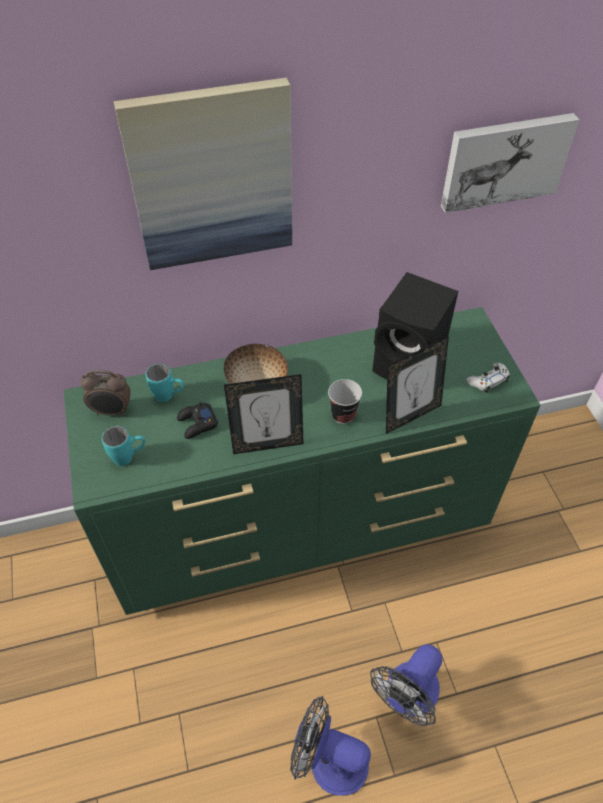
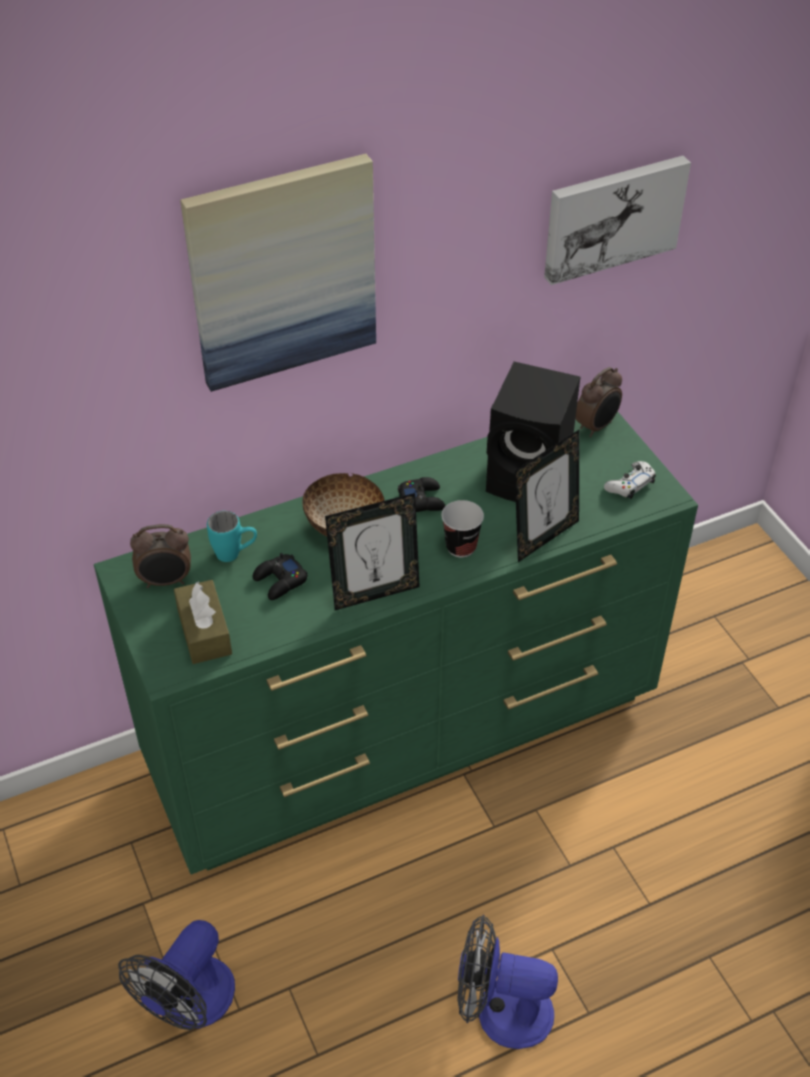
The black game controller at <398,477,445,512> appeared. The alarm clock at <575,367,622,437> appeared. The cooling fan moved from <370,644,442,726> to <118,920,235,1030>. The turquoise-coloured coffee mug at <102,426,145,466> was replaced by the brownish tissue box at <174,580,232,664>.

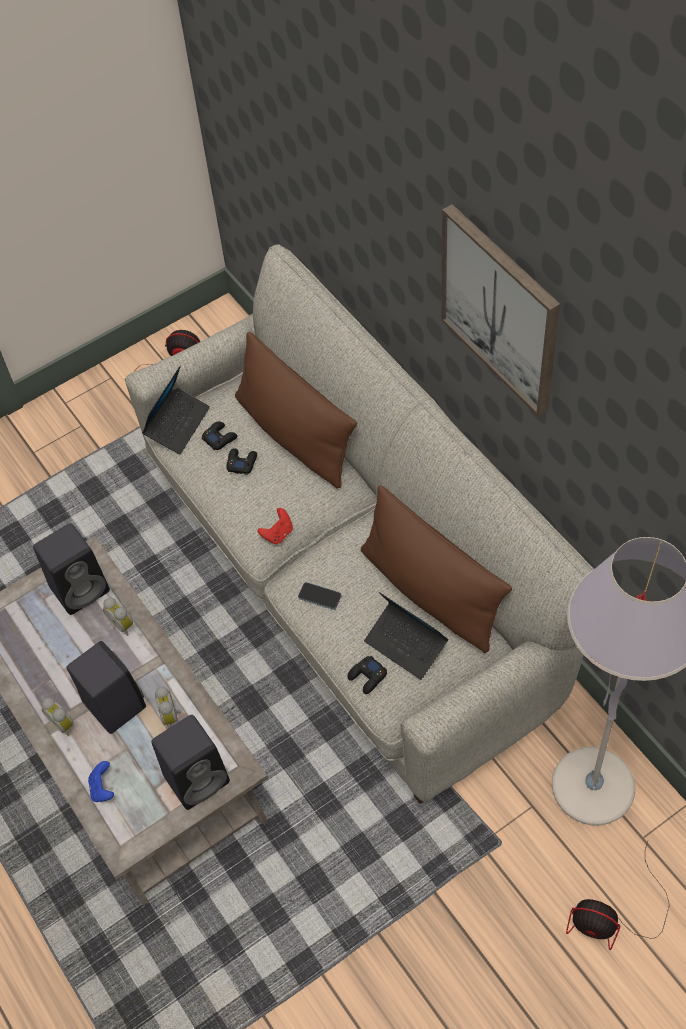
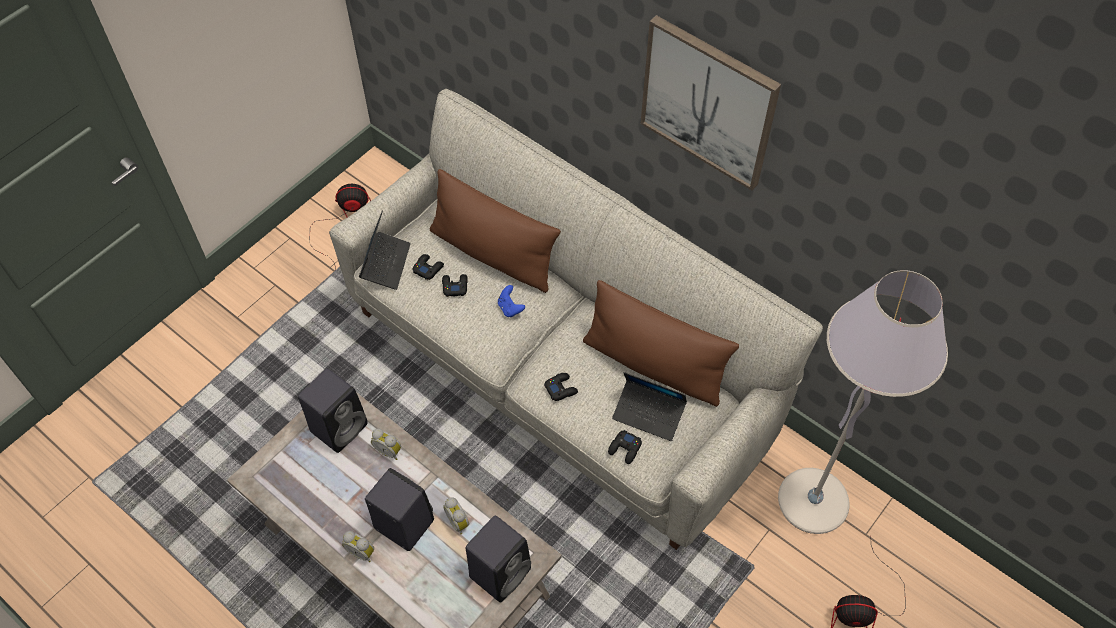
The red game controller at <257,508,293,544> disappeared. The blue-coloured game controller moved from <88,761,114,802> to <498,285,525,317>. The phone at <298,582,342,610> was replaced by the black game controller at <544,373,578,401>.

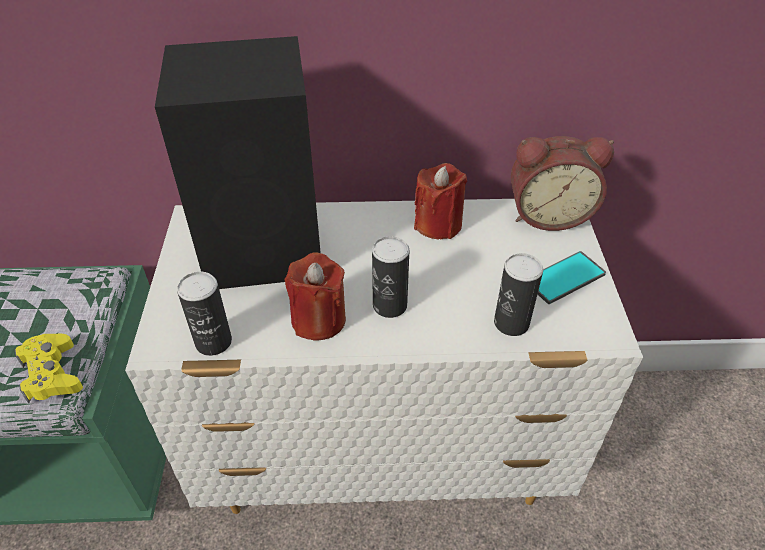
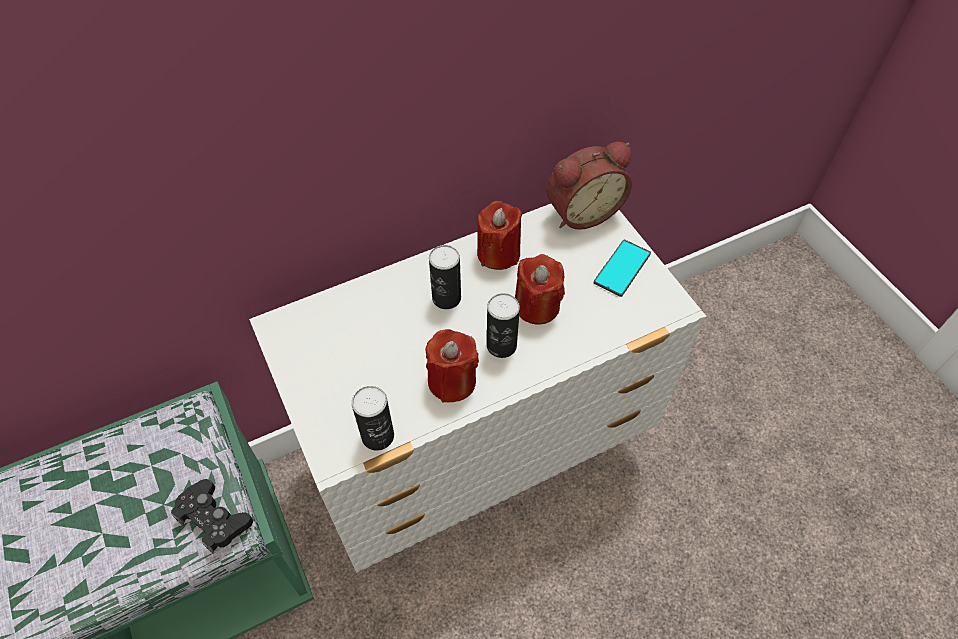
The black speaker at <155,36,321,289> disappeared. The red candle at <515,254,565,325> appeared. The metal can moved from <494,253,543,336> to <429,245,461,309>. The yellow-coloured game controller at <15,333,83,404> became the black game controller at <171,479,253,554>.

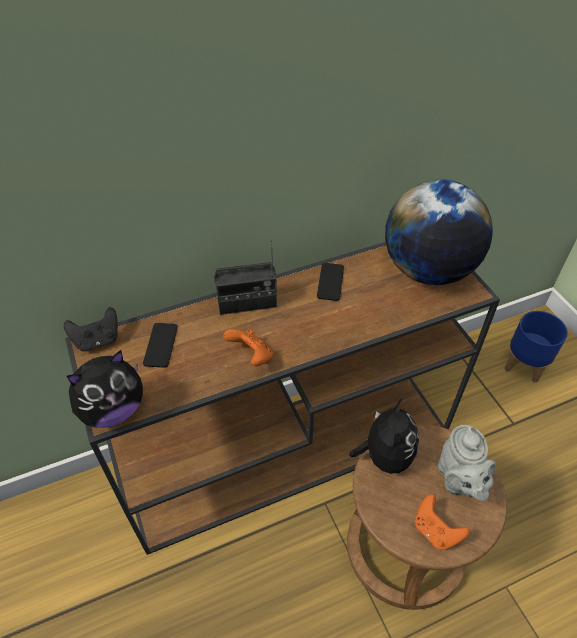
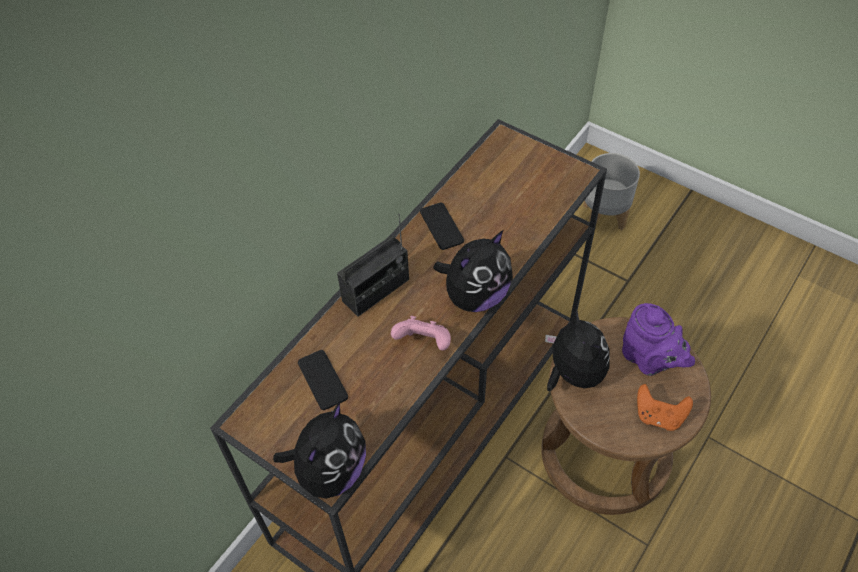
The black game controller at <64,307,118,351> disappeared. The world globe at <385,179,493,285> disappeared. The cuddly toy at <433,231,513,312> appeared. The orangey game controller at <223,329,273,366> became the pink game controller at <391,316,451,350>. The greyish teapot at <438,425,496,502> became the purple-coloured teapot at <622,303,695,376>. The blue-coloured flower pot at <504,311,568,383> became the greyish flower pot at <583,153,640,230>.

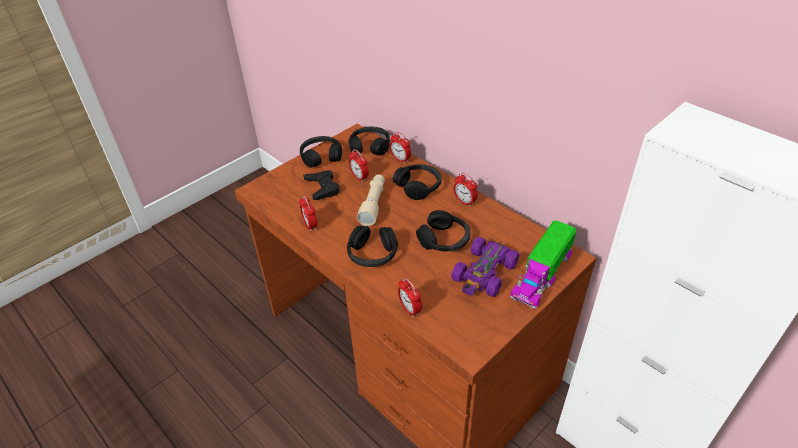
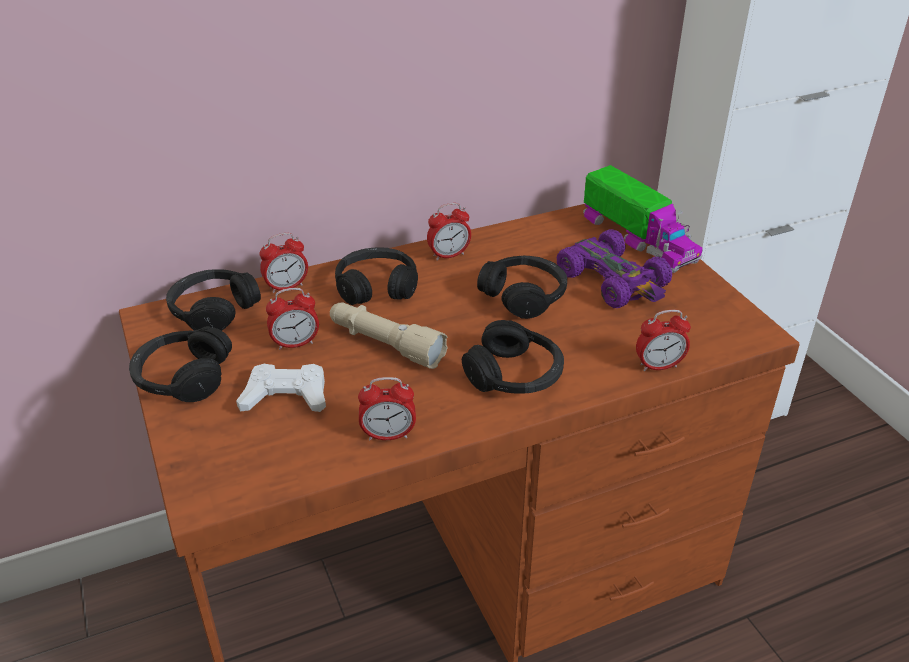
The black game controller at <303,170,340,200> became the whitish game controller at <236,364,326,412>.

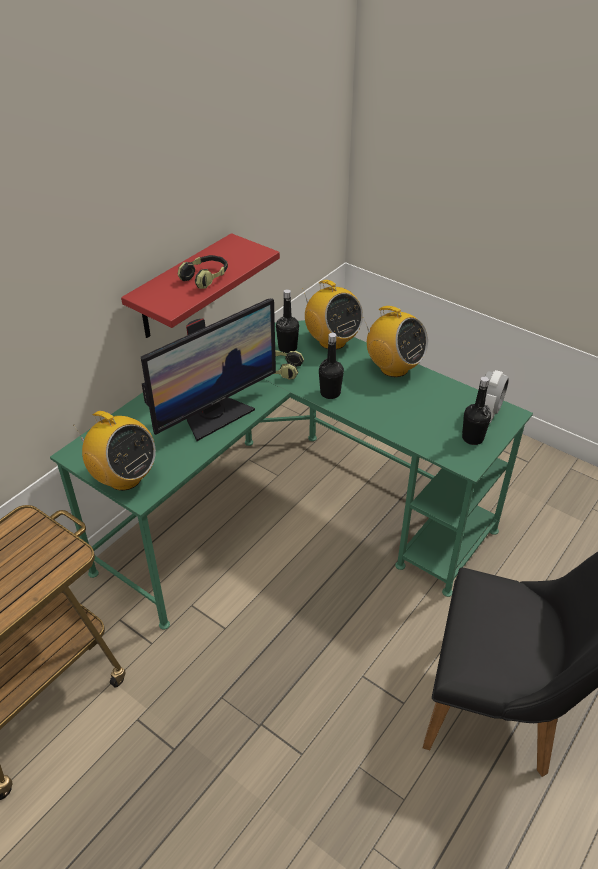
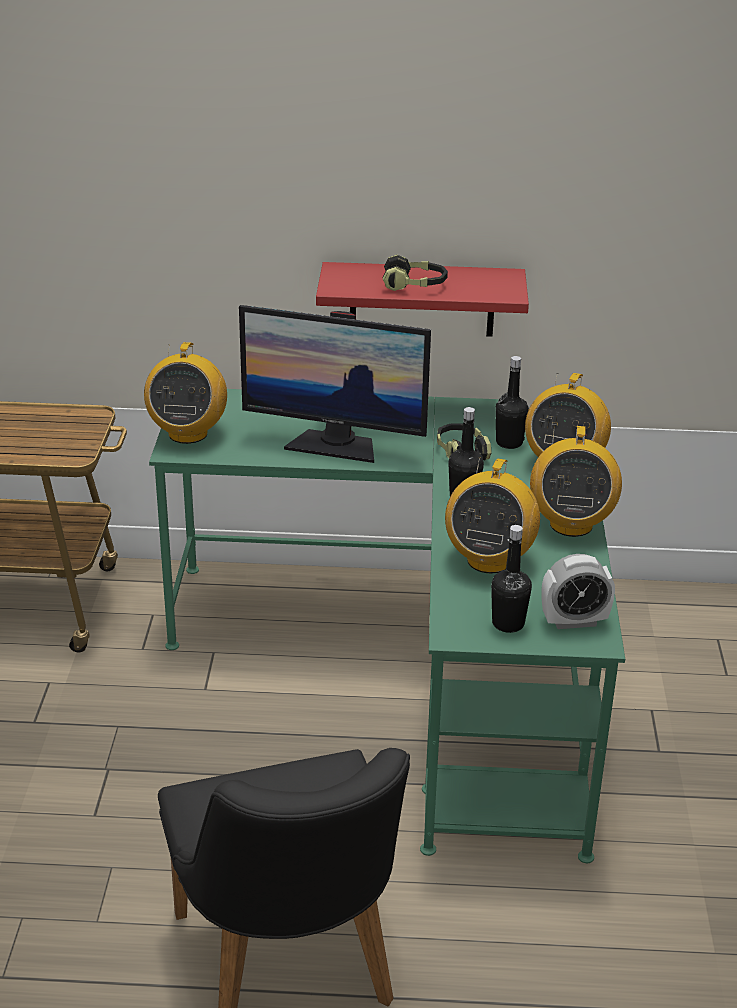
The radio set at <445,457,540,573> appeared.

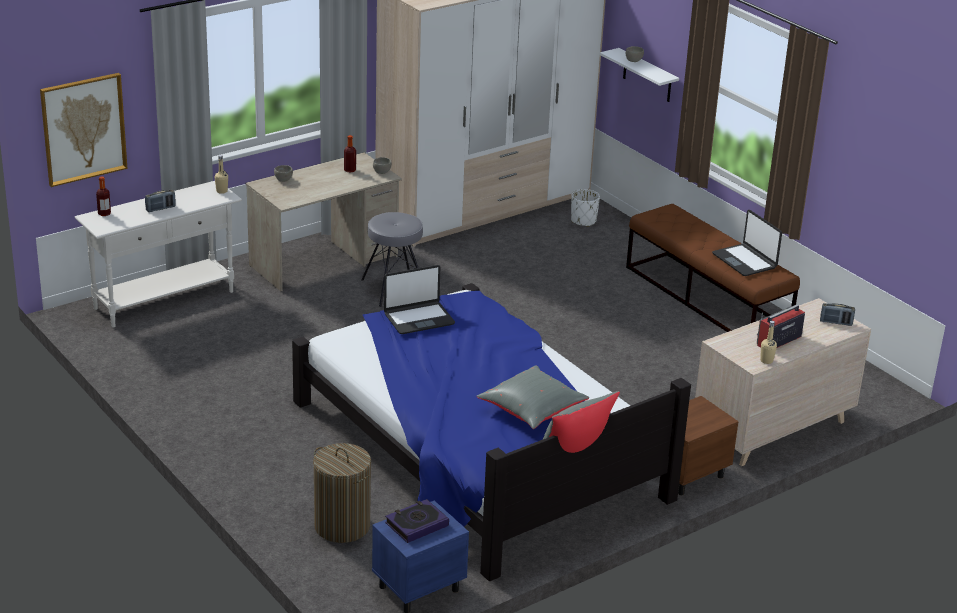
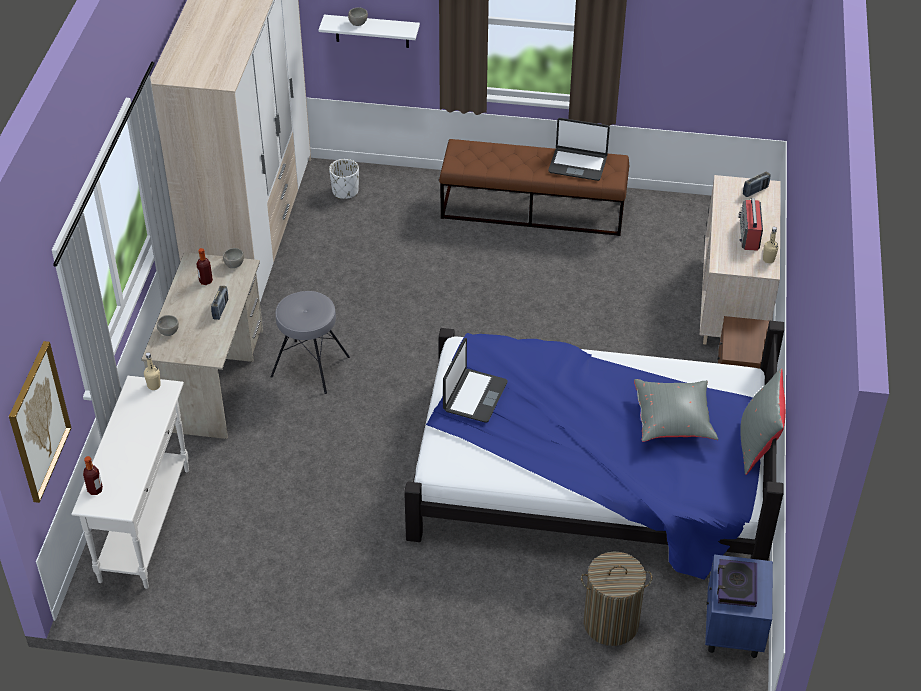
The radio set moved from <145,190,175,212> to <211,286,228,320>.

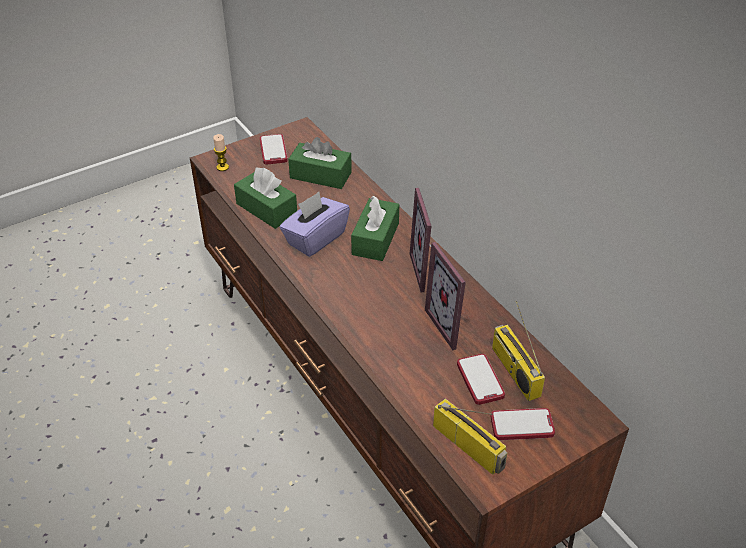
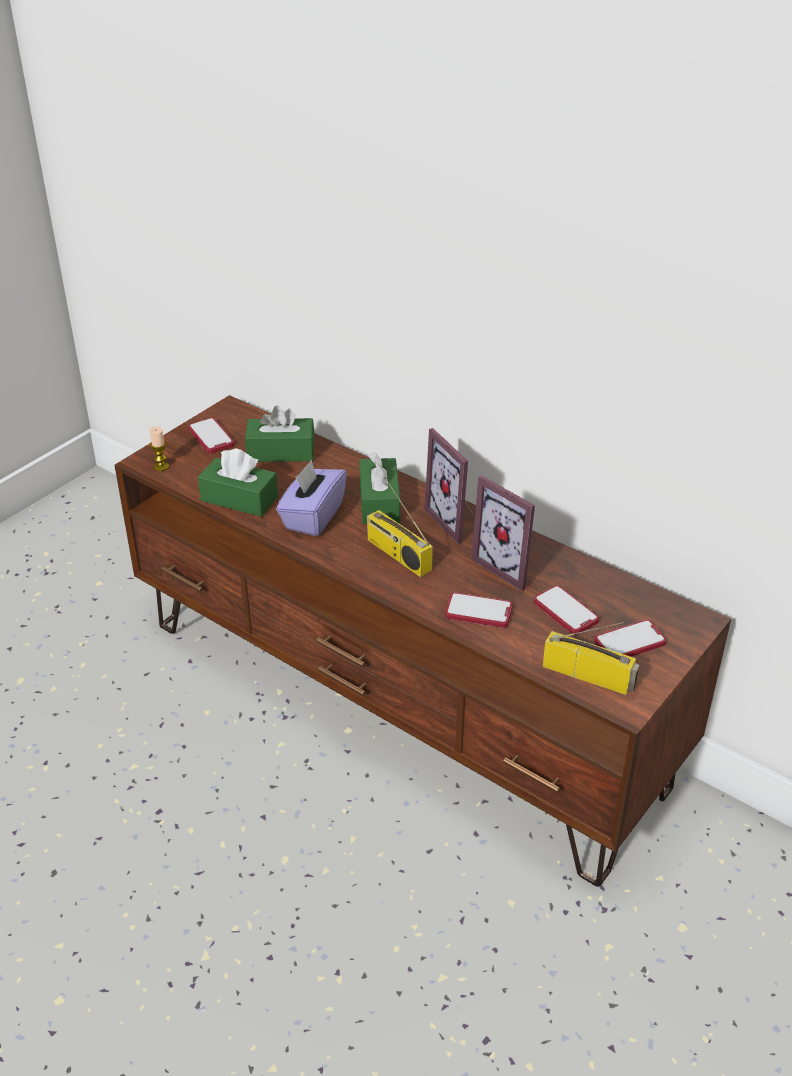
The phone at <445,593,512,628> appeared. The radio set moved from <492,301,545,401> to <367,477,433,577>.

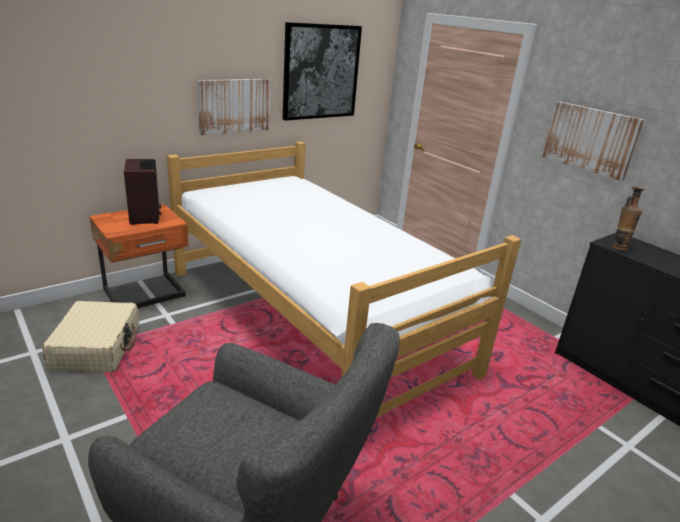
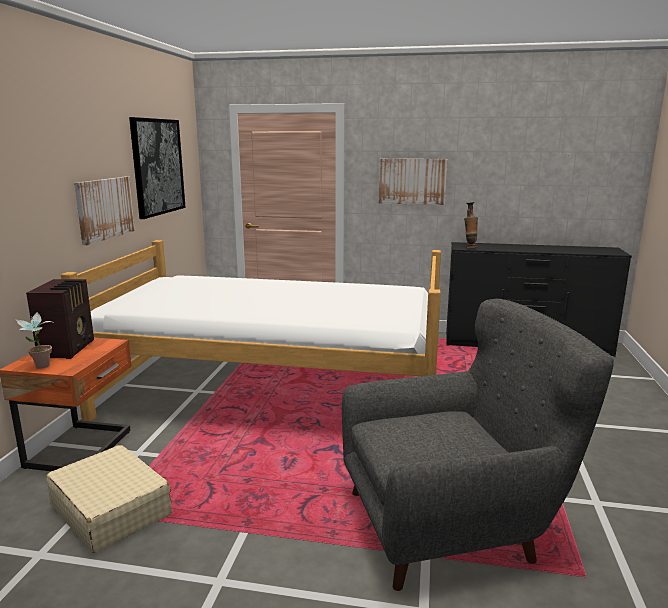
The houseplant at <15,312,54,369> appeared. The radio set at <124,159,161,225> turned 60 degrees clockwise.

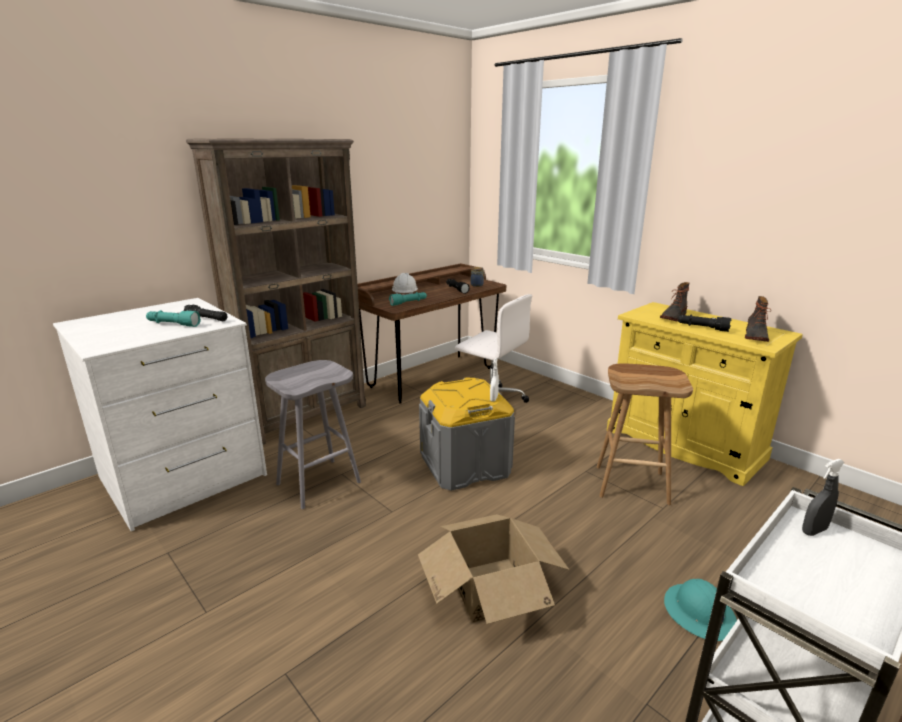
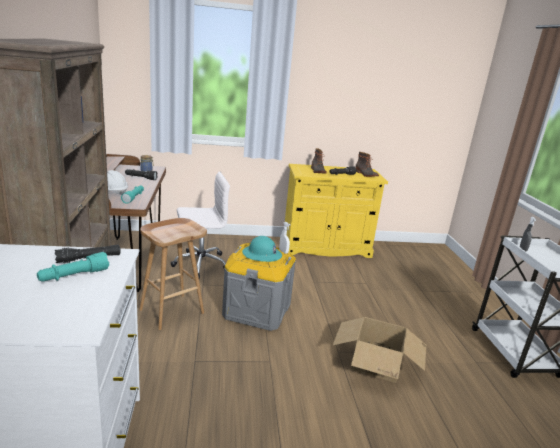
The greyish stool seat at <265,360,361,509> disappeared. The brownish stool seat moved from <596,363,693,505> to <139,218,207,330>. The turquoise-coloured work helmet moved from <664,579,737,641> to <242,236,282,262>.

